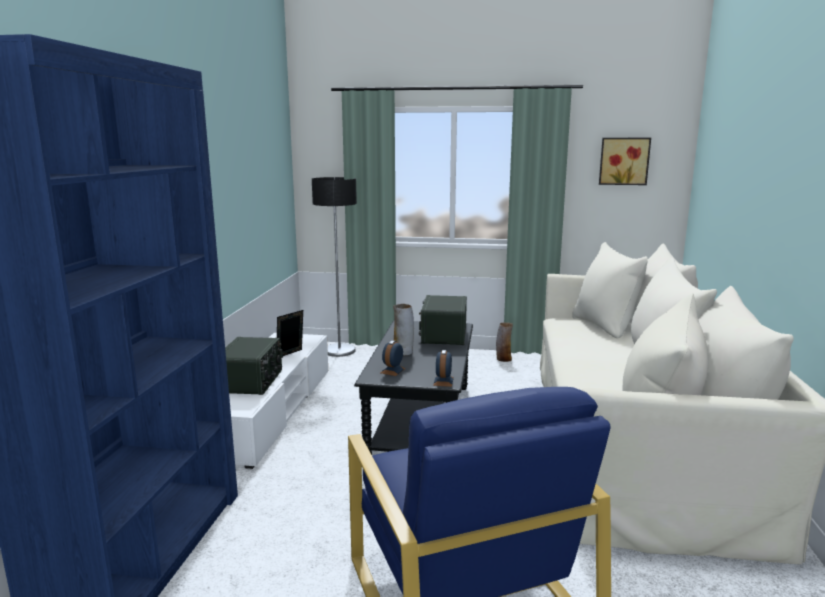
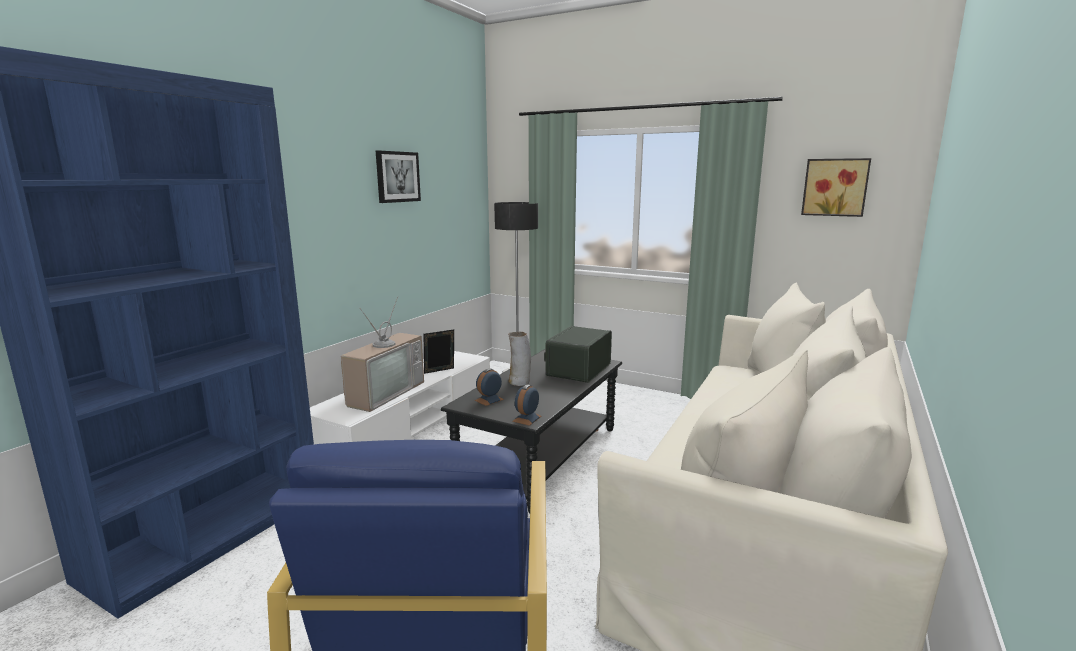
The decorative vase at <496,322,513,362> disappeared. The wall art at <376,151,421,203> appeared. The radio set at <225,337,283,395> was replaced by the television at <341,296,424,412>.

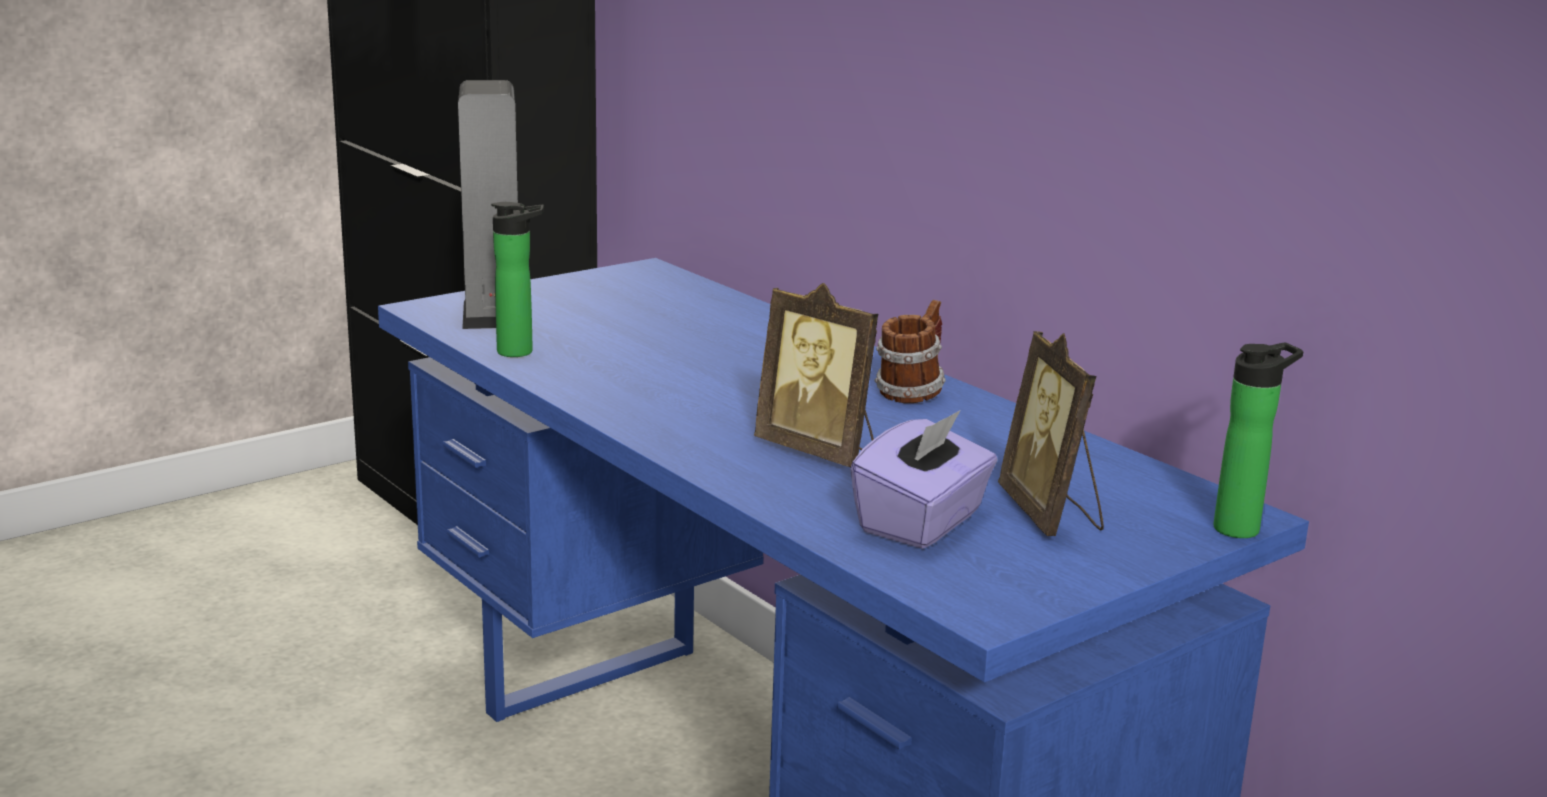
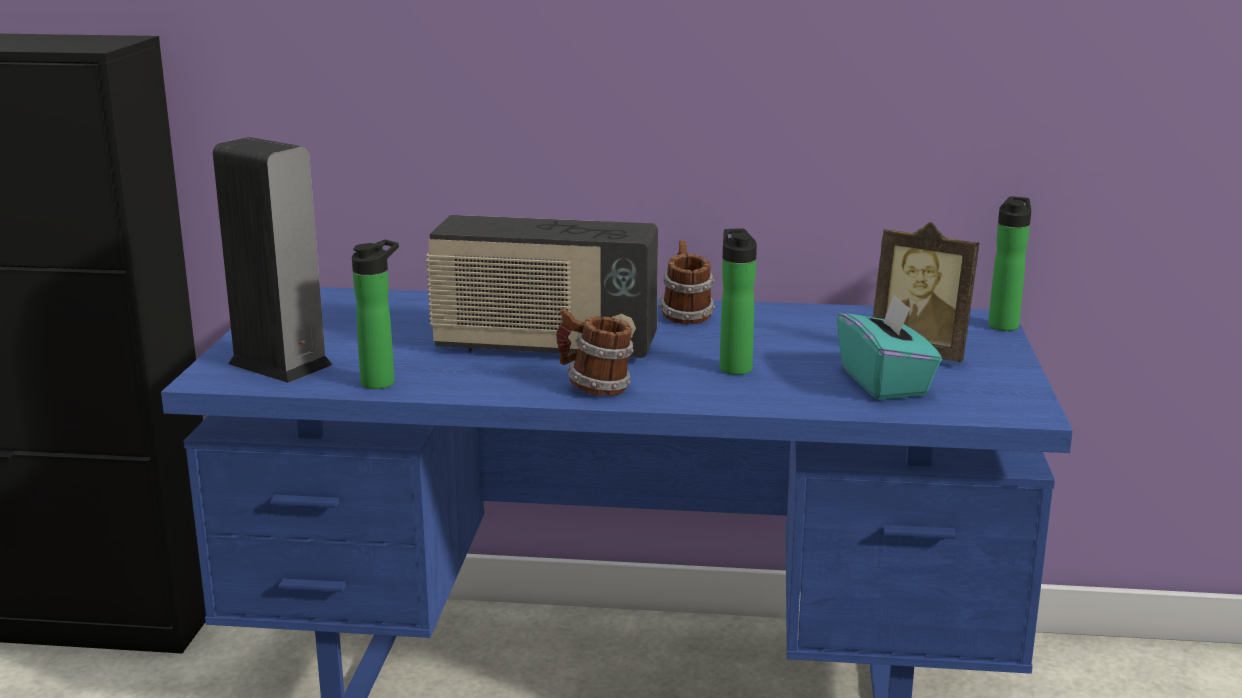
The radio set at <426,215,658,358> appeared. The coffee mug at <556,309,634,396> appeared. The photo frame at <754,283,878,467> was replaced by the bottle at <720,229,757,375>. The purple-coloured tissue box at <850,410,997,549> became the turquoise-coloured tissue box at <837,294,942,400>.

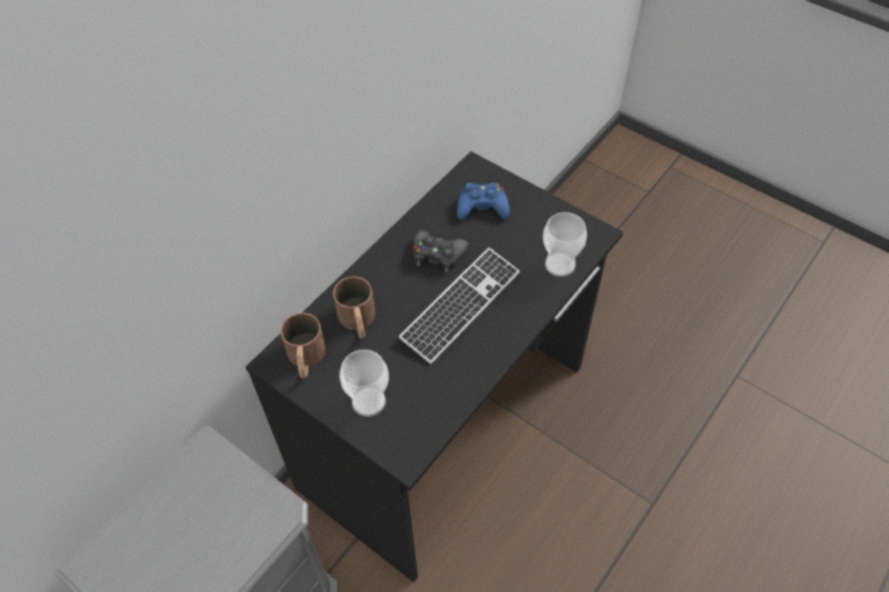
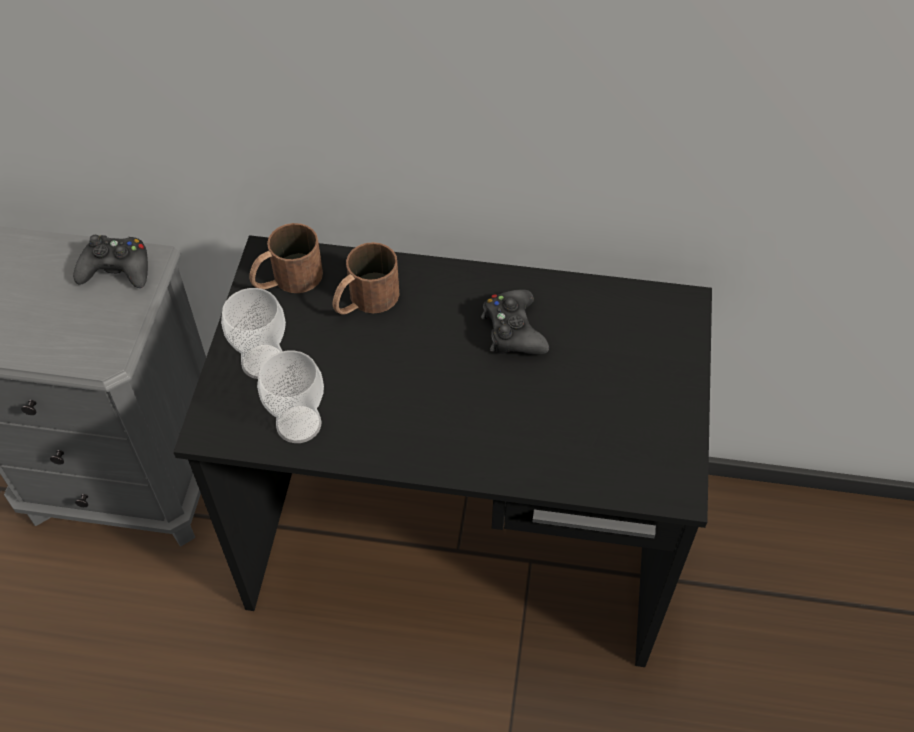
The PC keyboard at <398,247,520,364> disappeared. The blue-coloured game controller at <457,183,510,220> disappeared. The black game controller at <73,235,148,288> appeared. The cup moved from <543,212,587,277> to <257,350,324,443>.

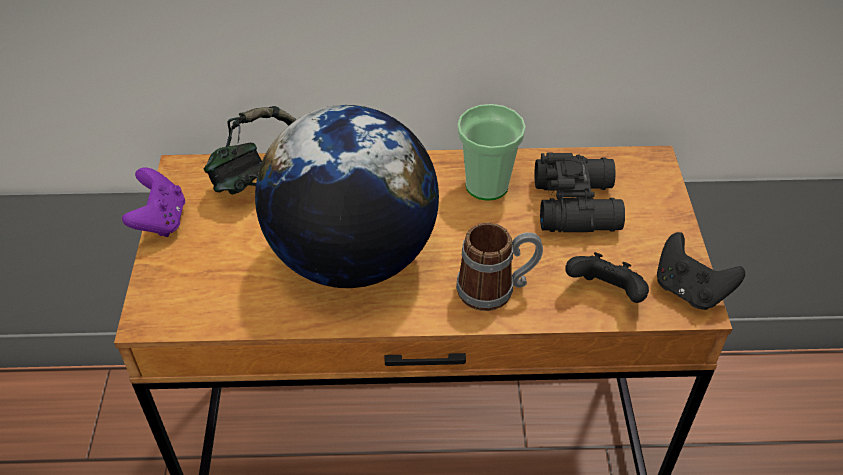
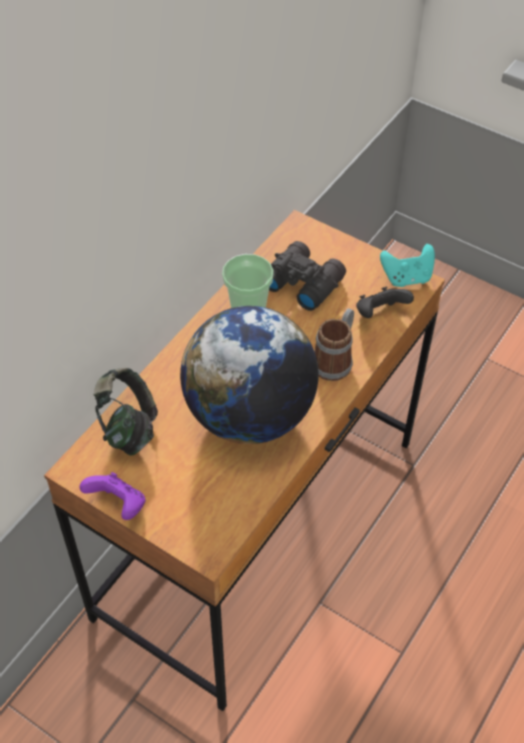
The black game controller at <657,232,745,310> became the turquoise-coloured game controller at <380,244,435,287>.

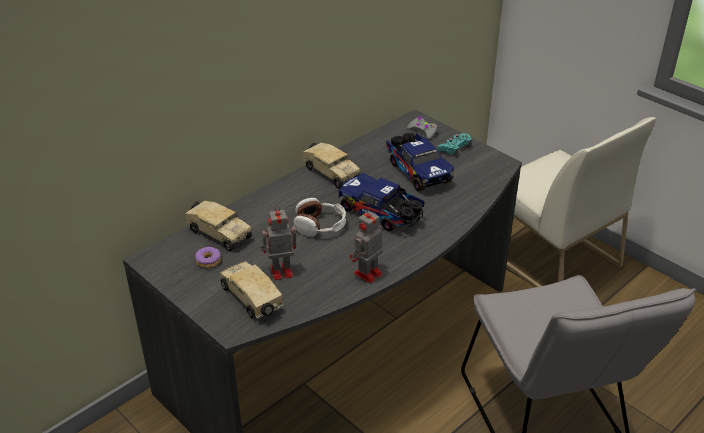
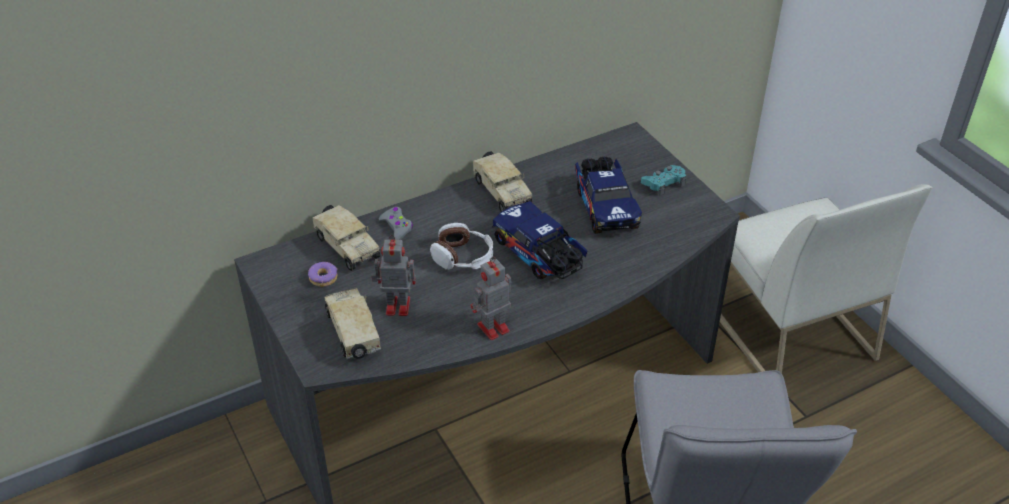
The greyish game controller moved from <407,117,437,139> to <379,207,413,240>.

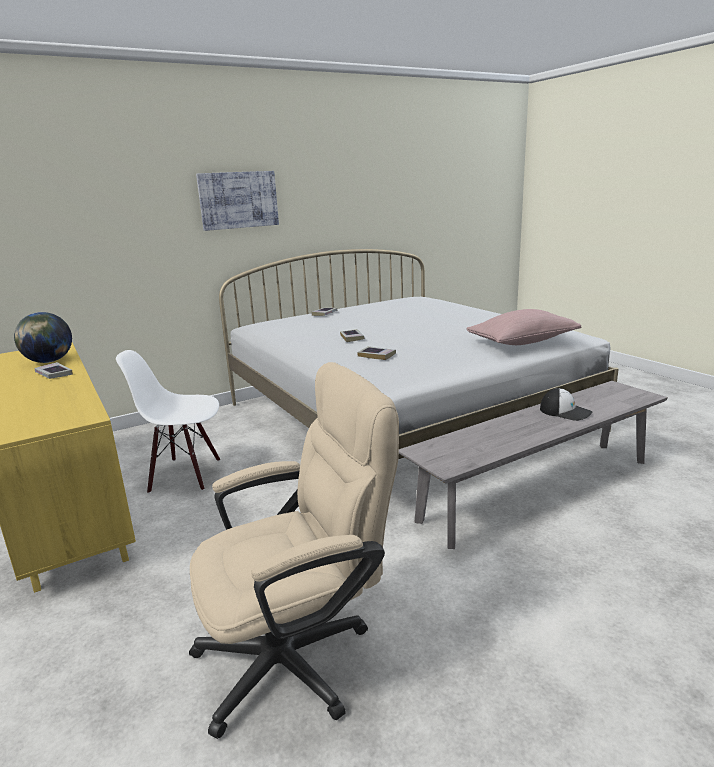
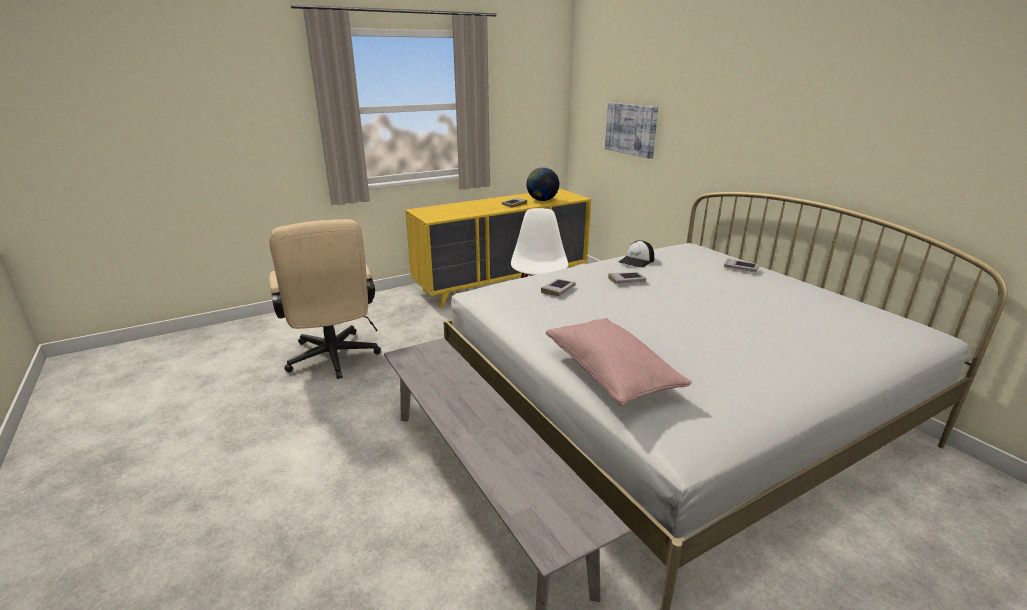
The wall art moved from <196,171,279,231> to <605,103,658,159>. The peaked cap moved from <540,388,592,421> to <619,240,654,268>.

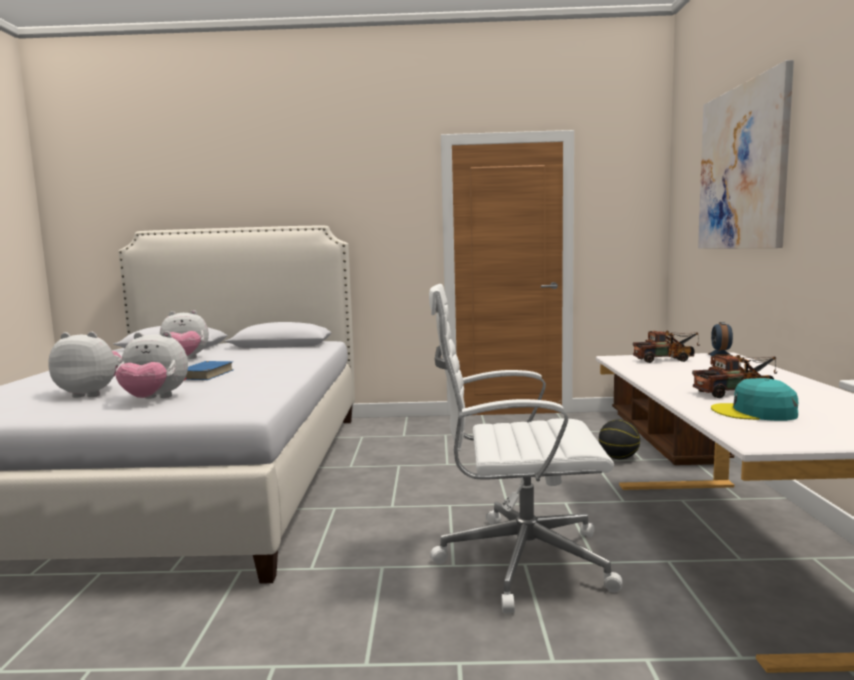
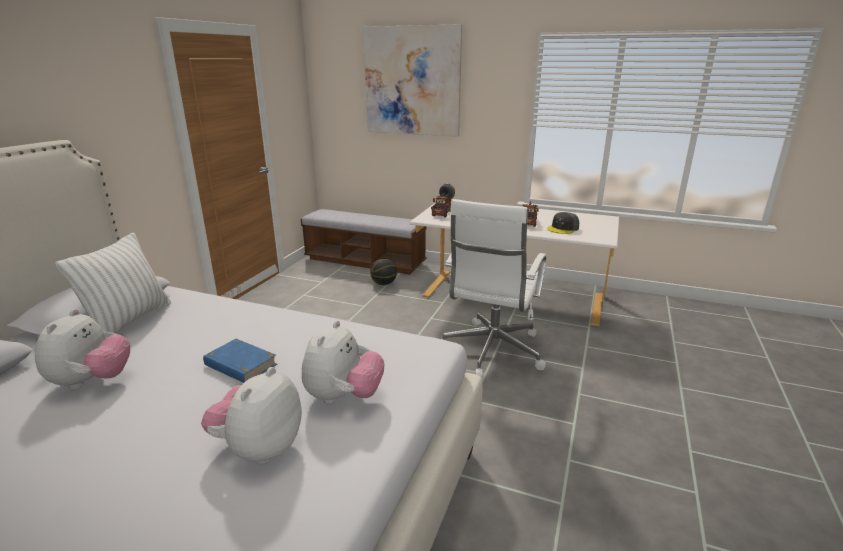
The whitish cushion at <55,233,171,333> appeared. The turquoise-coloured peaked cap at <711,378,798,421> became the greyish peaked cap at <547,212,579,234>.

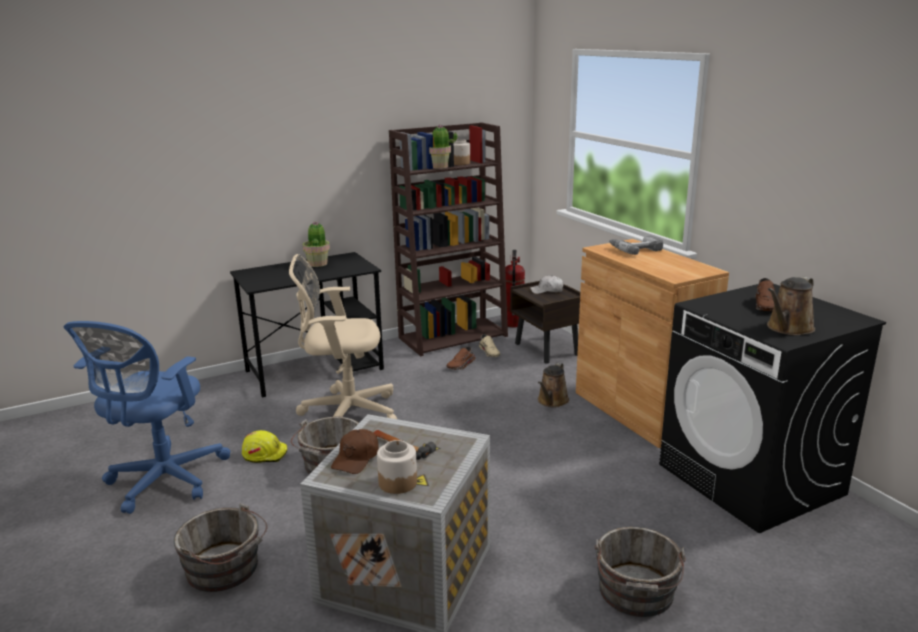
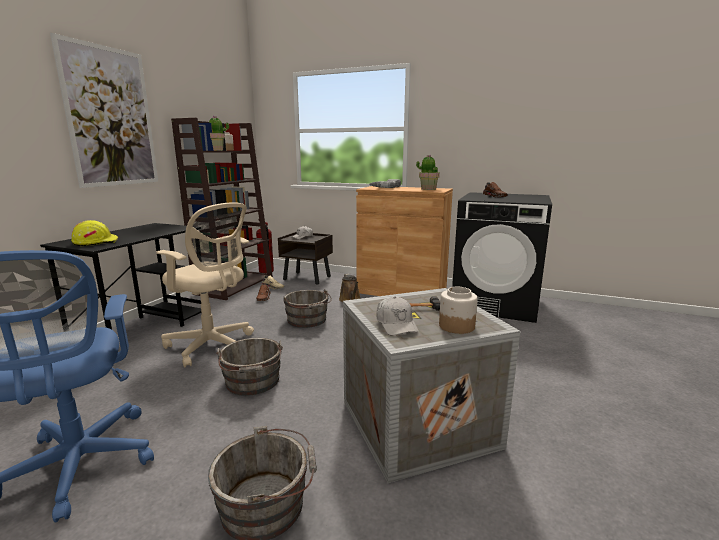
The brownish sprinkling can at <767,277,815,335> disappeared. The wall art at <50,33,158,188> appeared. The yellow-coloured work helmet moved from <242,430,287,463> to <71,220,119,246>. The houseplant moved from <303,221,330,267> to <416,155,440,190>. The greyish water bucket moved from <594,526,686,617> to <283,289,332,328>. The brownish peaked cap at <331,429,379,474> became the whitish peaked cap at <376,297,419,336>. The beige computer chair at <289,254,397,419> turned 105 degrees counterclockwise.

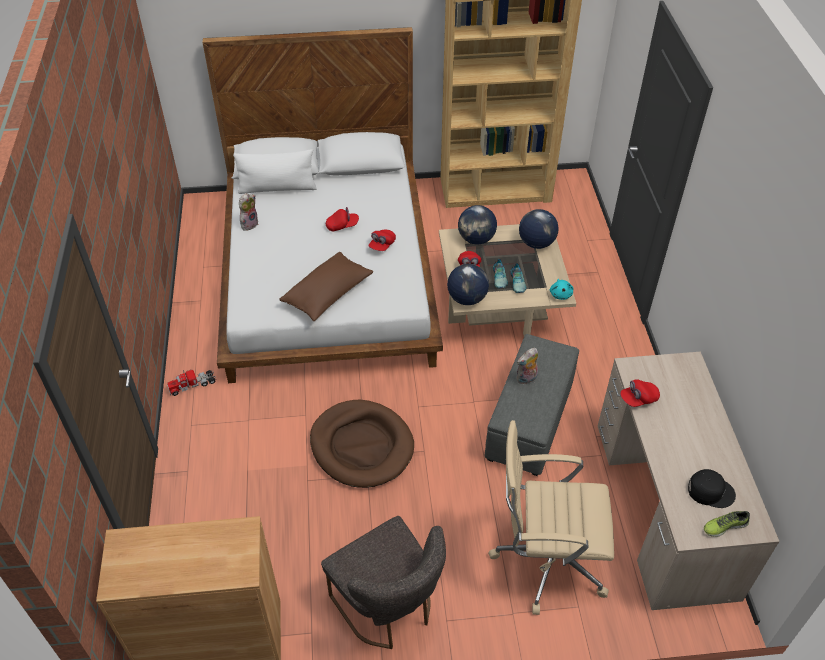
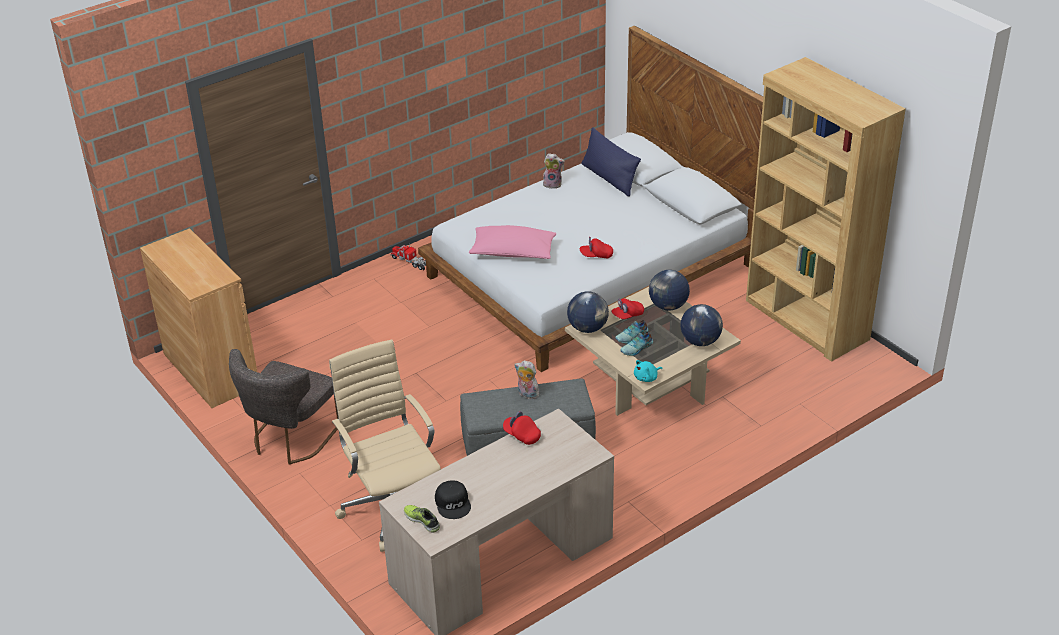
The brownish dog bed at <310,400,414,488> disappeared. The red peaked cap at <326,207,359,231> disappeared. The whitish cushion at <233,149,317,194> became the blue-coloured cushion at <582,127,641,197>. The brownish cushion at <280,252,373,321> became the pink cushion at <469,225,556,259>.

